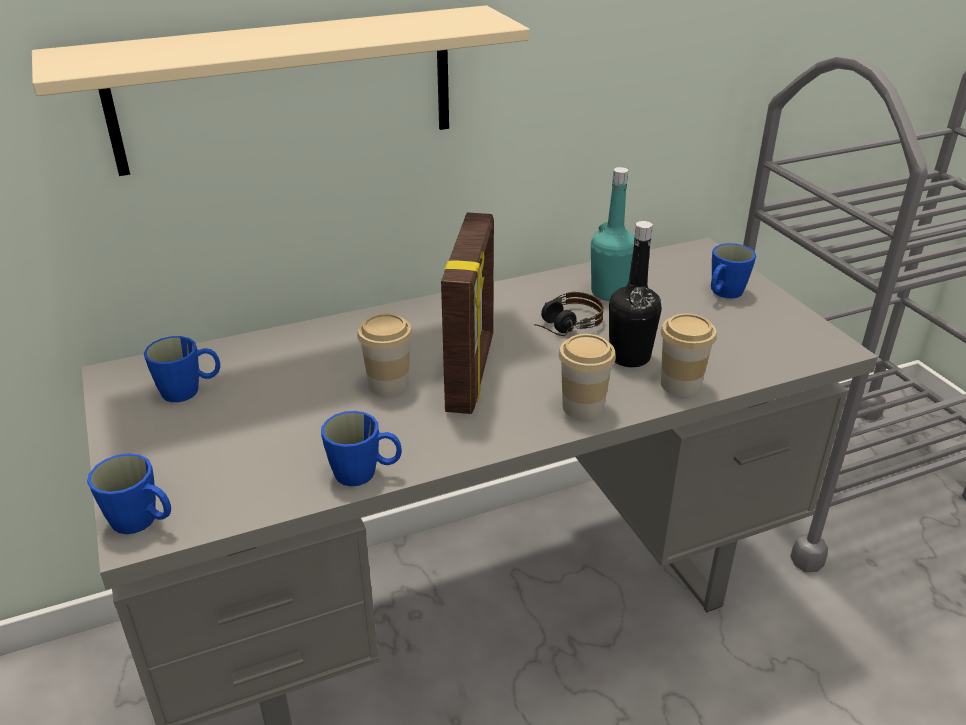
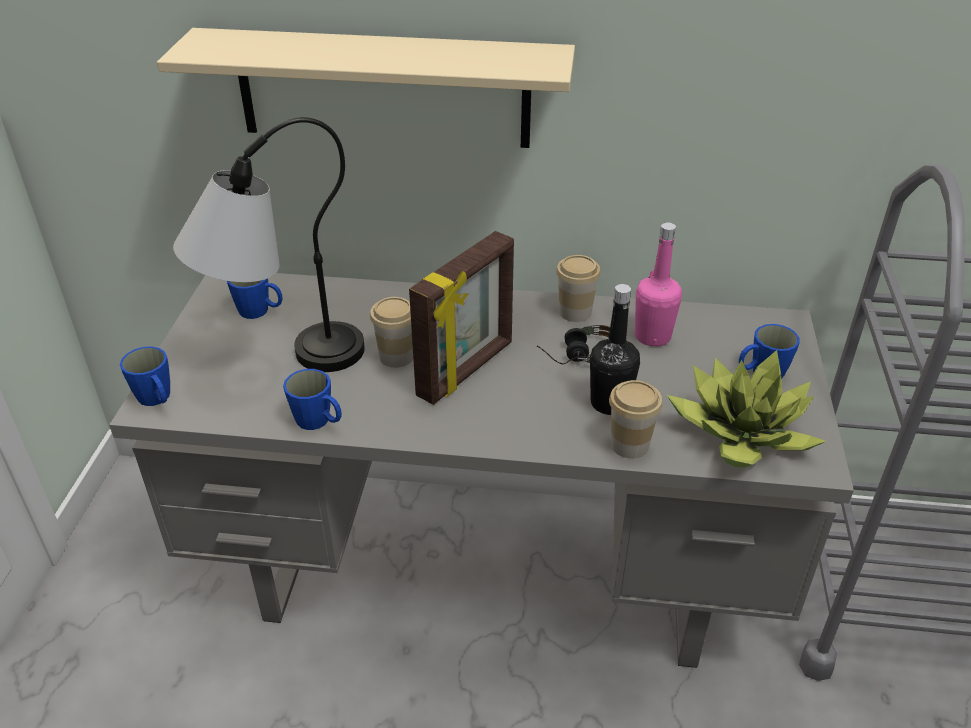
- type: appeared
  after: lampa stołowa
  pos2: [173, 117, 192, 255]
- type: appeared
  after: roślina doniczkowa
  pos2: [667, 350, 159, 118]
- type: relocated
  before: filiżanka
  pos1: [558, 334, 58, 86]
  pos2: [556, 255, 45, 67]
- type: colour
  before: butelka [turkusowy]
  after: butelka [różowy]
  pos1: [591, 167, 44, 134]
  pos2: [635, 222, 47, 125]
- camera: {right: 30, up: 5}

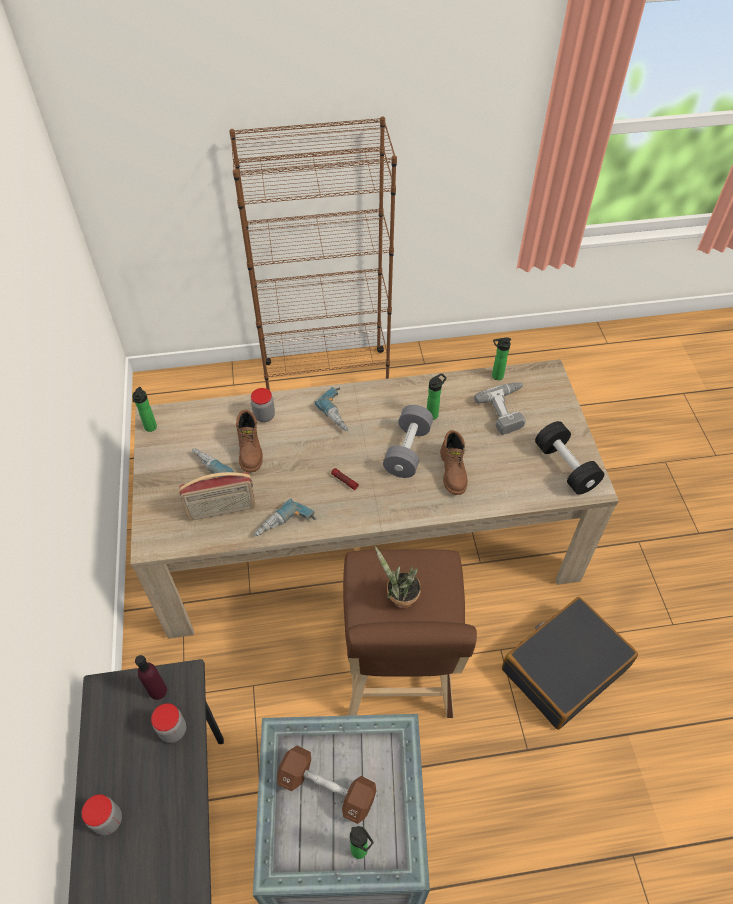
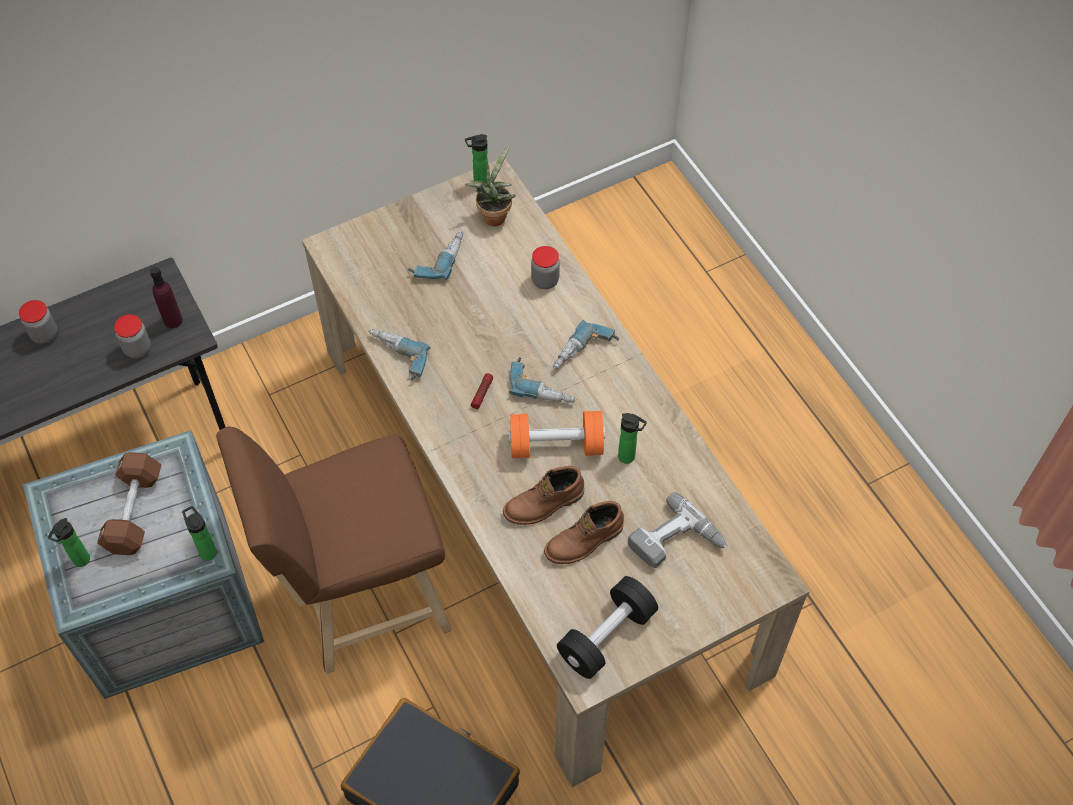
- type: missing
  before: radio
  pos1: [179, 472, 76, 49]
- type: missing
  before: regał [brązowy]
  pos1: [229, 116, 168, 274]
- type: appeared
  after: wiertarka
  pos2: [509, 357, 68, 46]
- type: relocated
  before: but z cholewką [brązowy]
  pos1: [236, 410, 27, 63]
  pos2: [544, 501, 80, 63]
- type: relocated
  before: roślina doniczkowa
  pos1: [375, 546, 46, 63]
  pos2: [465, 145, 51, 81]
- type: relocated
  before: butelka
  pos1: [492, 337, 19, 43]
  pos2: [182, 506, 35, 55]
- type: colour
  before: hantel [szary]
  after: hantel [pomarańczowy]
  pos1: [383, 405, 50, 73]
  pos2: [508, 411, 97, 47]
- camera: {right: 70, up: 5}

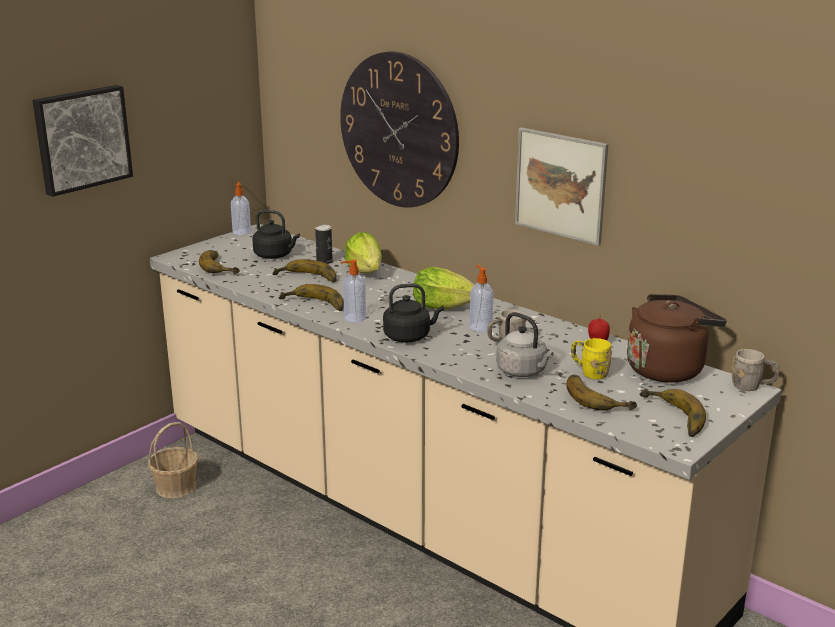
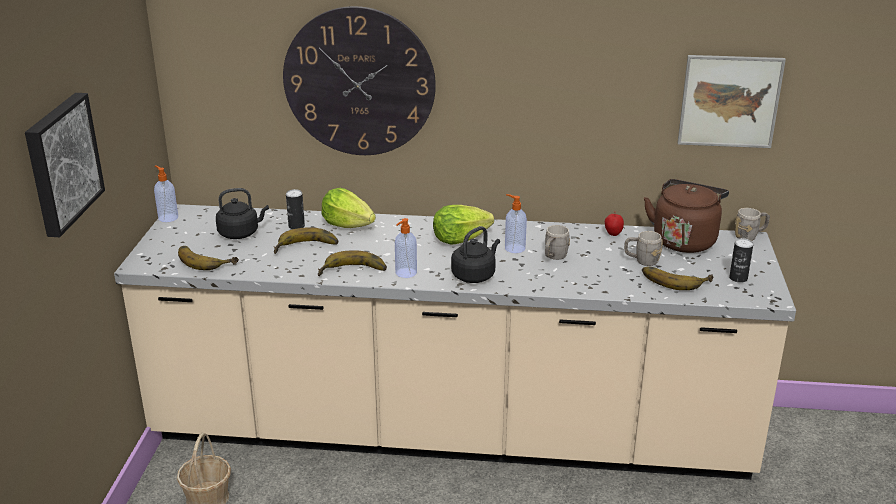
- type: missing
  before: czajnik [szary]
  pos1: [496, 312, 57, 65]
- type: relocated
  before: obraz
  pos1: [515, 127, 93, 119]
  pos2: [678, 55, 108, 93]
- type: exchanged
  before: banan
  after: puszka
  pos1: [639, 388, 67, 49]
  pos2: [729, 238, 24, 45]
- type: colour
  before: kubek [żółty]
  after: kubek [szary]
  pos1: [571, 338, 41, 41]
  pos2: [624, 231, 39, 35]
- camera: {right: -35, up: 5}

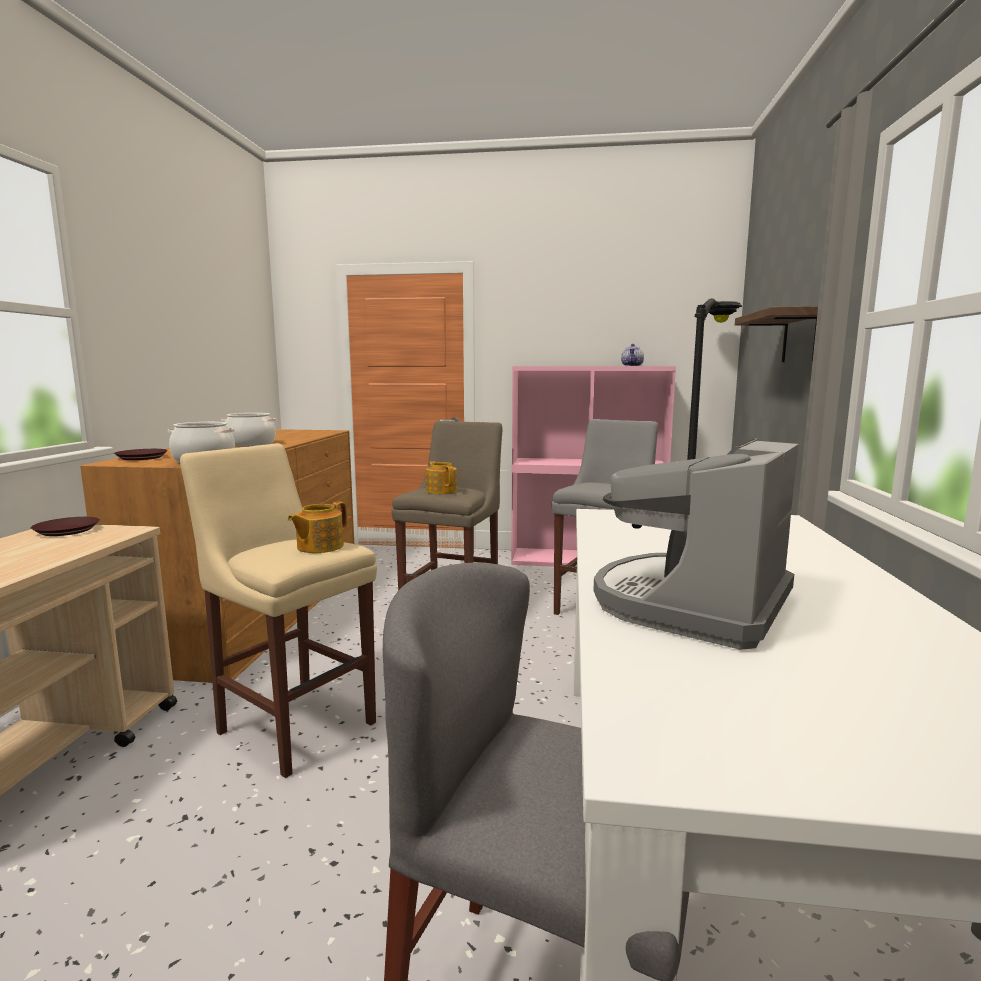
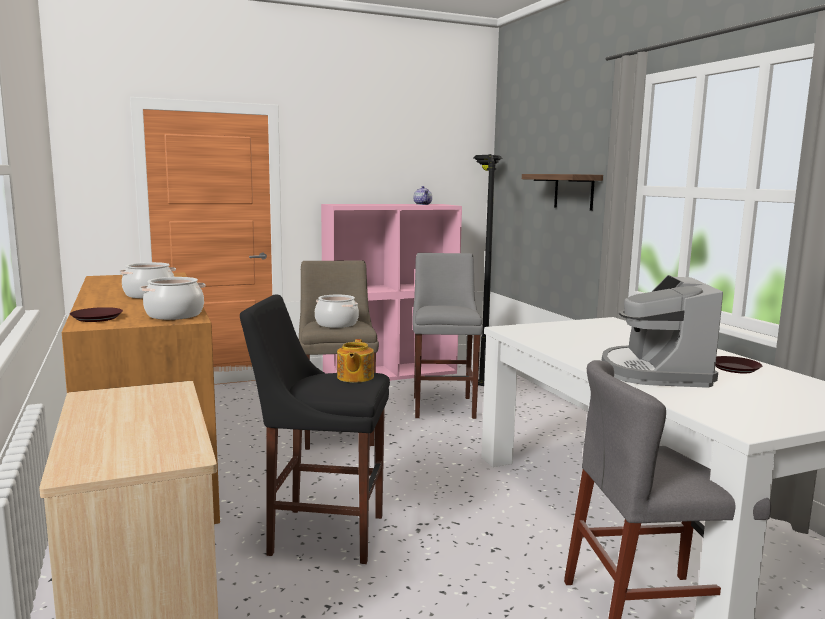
- type: relocated
  before: talerz [brązowy]
  pos1: [31, 517, 69, 19]
  pos2: [715, 356, 47, 17]
- type: exchanged
  before: imbryk
  after: garnek
  pos1: [426, 461, 31, 33]
  pos2: [315, 295, 44, 33]
- type: colour
  before: stołek [beżowy]
  after: stołek [czarny]
  pos1: [180, 443, 197, 335]
  pos2: [240, 294, 150, 270]
- camera: {right: -30, up: 0}

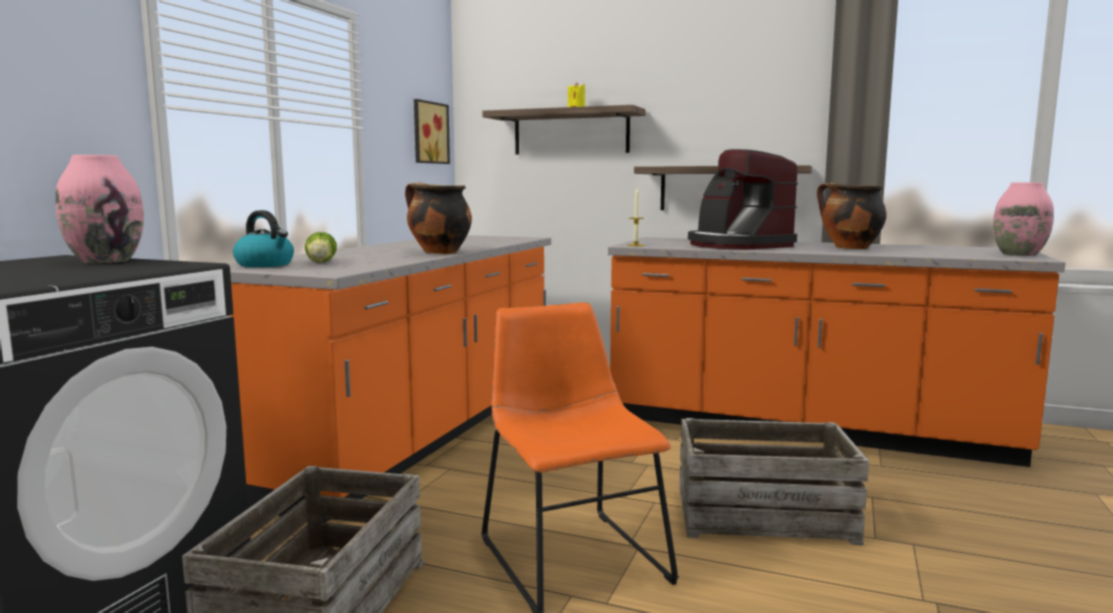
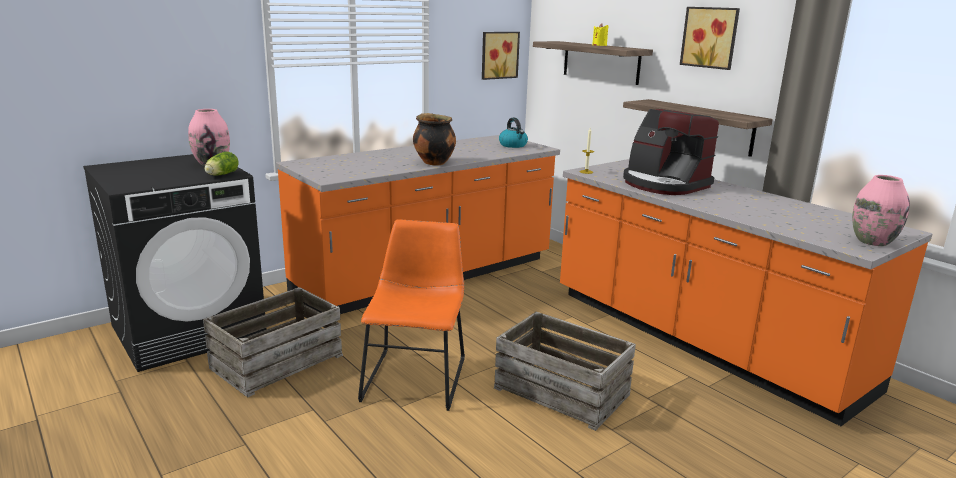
- type: missing
  before: garnek
  pos1: [817, 182, 70, 67]
- type: appeared
  after: obraz
  pos2: [680, 7, 60, 63]
- type: relocated
  before: czajnik
  pos1: [233, 210, 61, 57]
  pos2: [499, 118, 29, 30]
- type: relocated
  before: sałata
  pos1: [305, 232, 32, 30]
  pos2: [204, 152, 35, 24]
- type: spun
  before: ekspres do kawy
  pos1: [688, 149, 110, 100]
  pos2: [623, 109, 96, 86]
  turn: -45
- camera: {right: 30, up: 10}

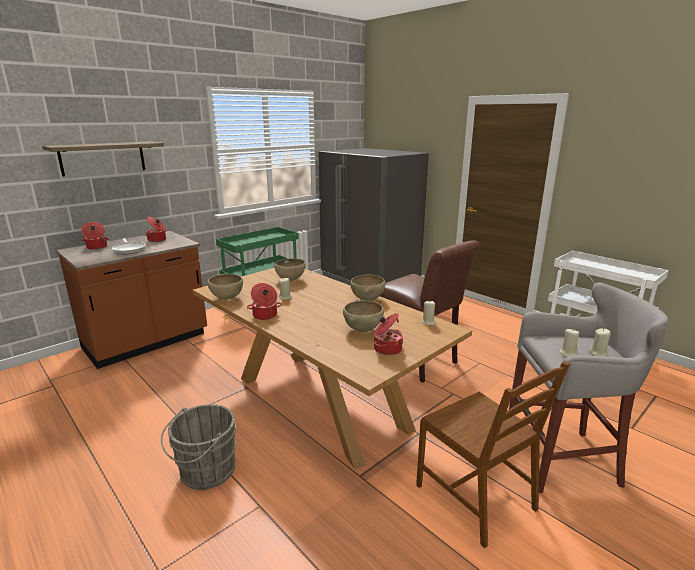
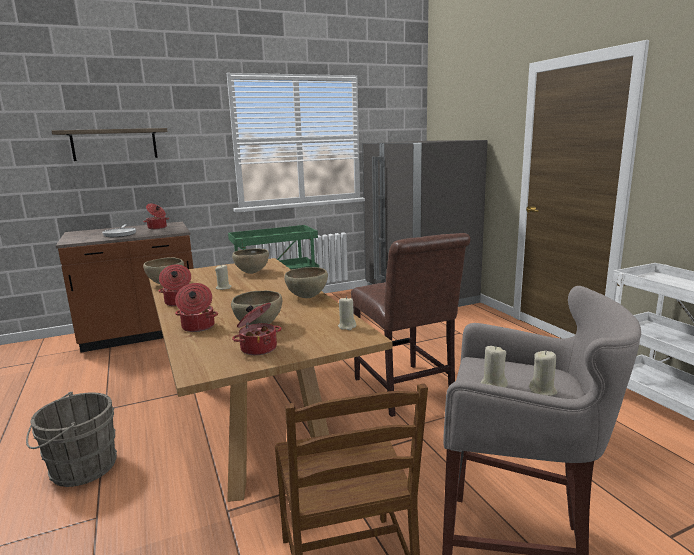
- type: relocated
  before: garnek
  pos1: [81, 222, 29, 27]
  pos2: [175, 283, 43, 49]
- camera: {right: 20, up: -5}

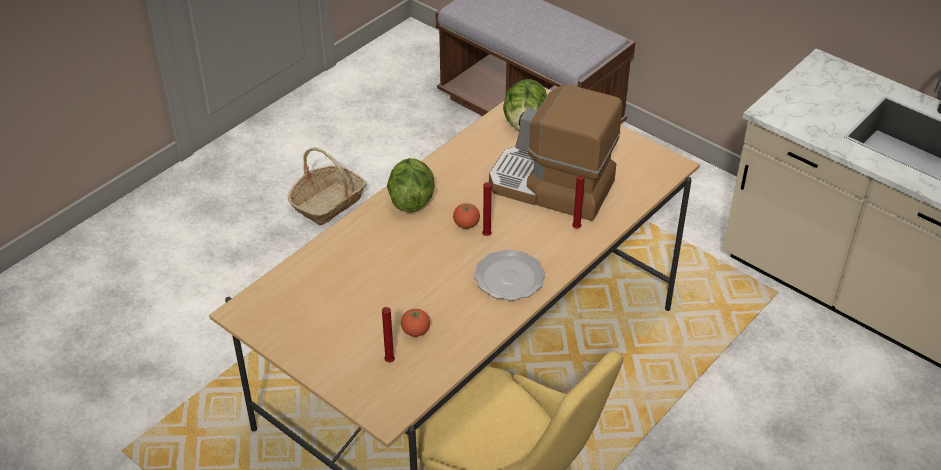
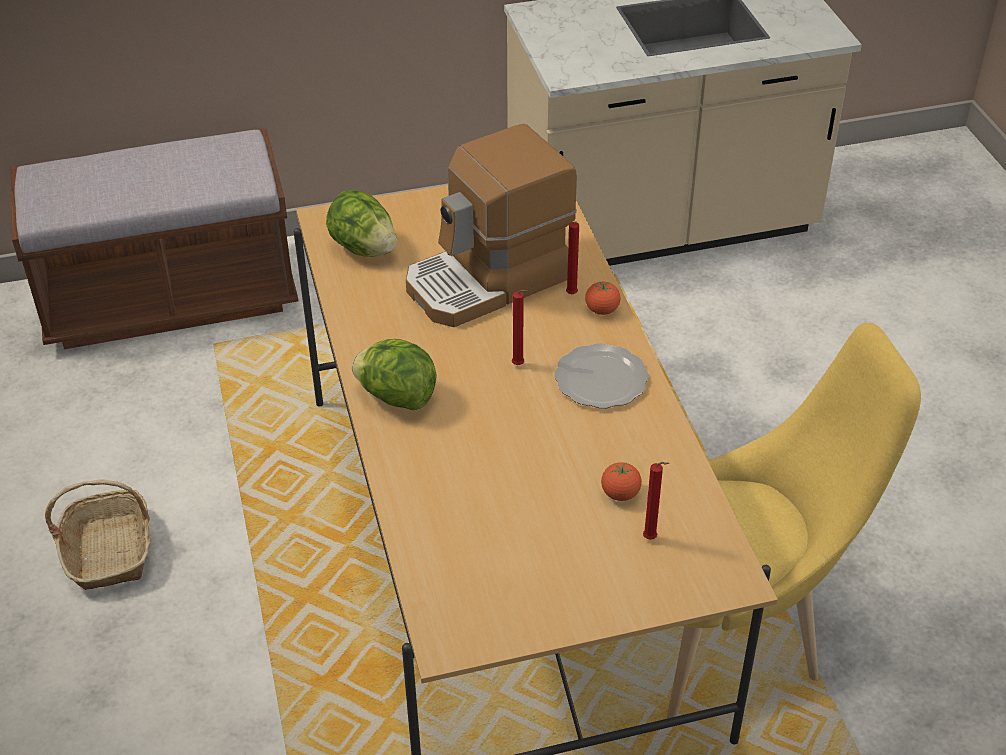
- type: relocated
  before: pomidor
  pos1: [453, 203, 27, 26]
  pos2: [585, 281, 36, 34]
- camera: {right: -55, up: 0}

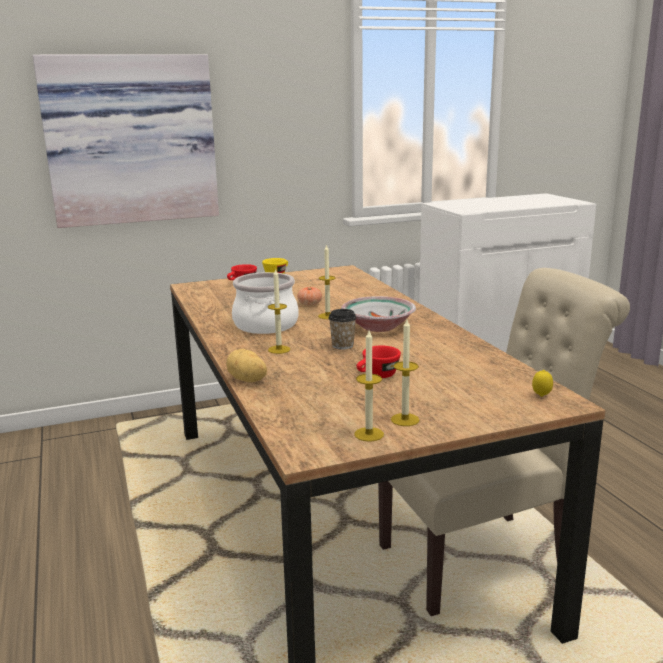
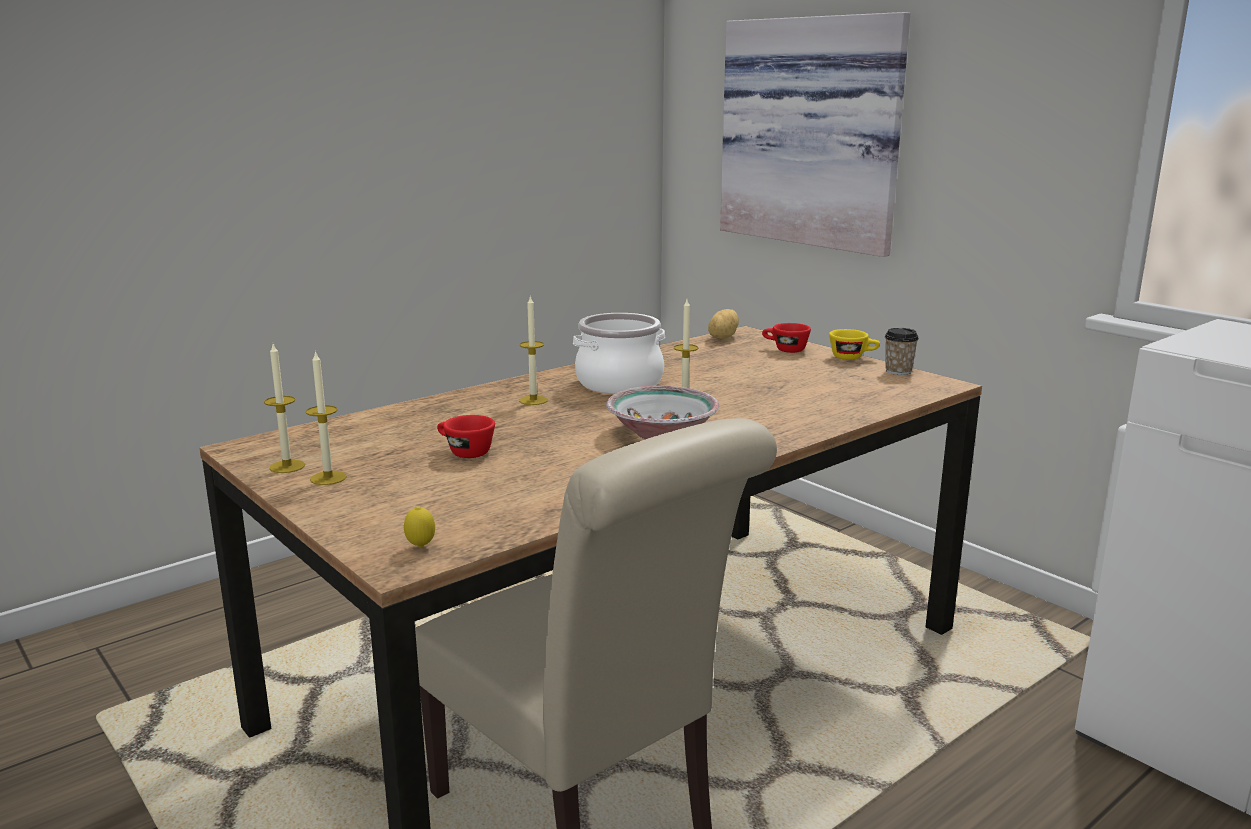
- type: missing
  before: pomidor
  pos1: [297, 287, 25, 19]
- type: relocated
  before: ziemniak
  pos1: [226, 349, 41, 33]
  pos2: [708, 309, 31, 30]
- type: relocated
  before: filiżanka
  pos1: [328, 309, 28, 41]
  pos2: [885, 328, 34, 47]
- camera: {right: 70, up: 0}

